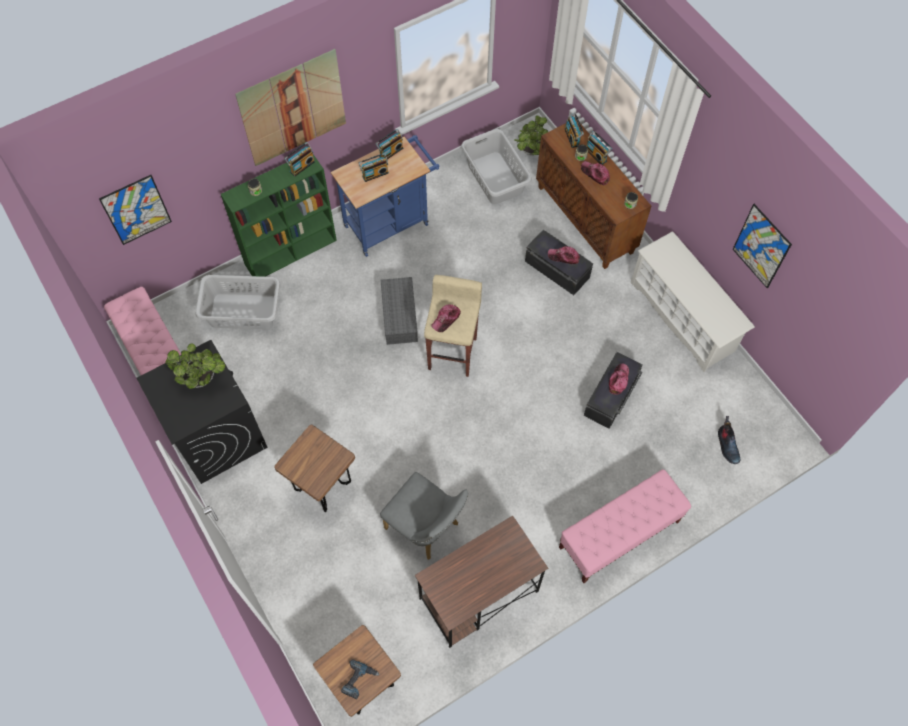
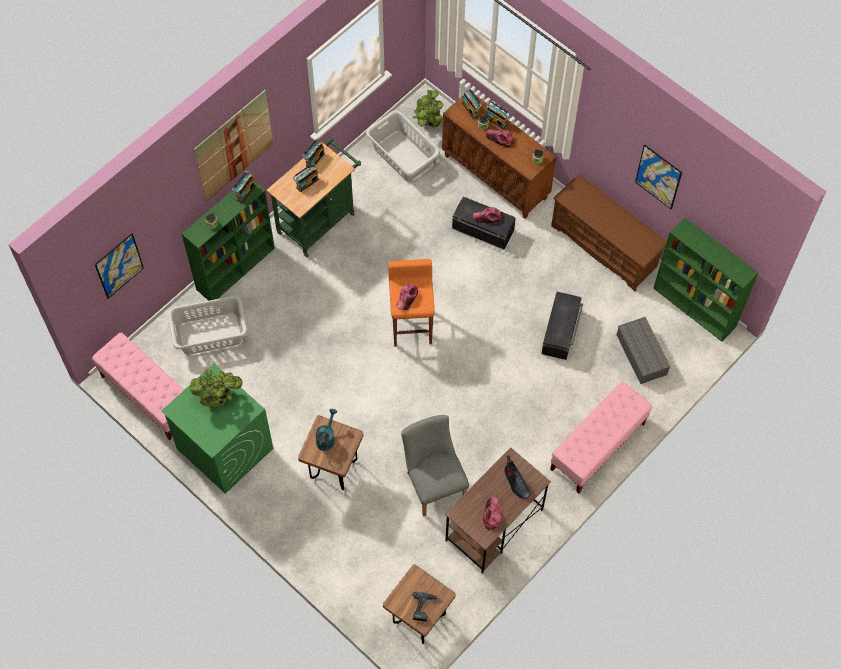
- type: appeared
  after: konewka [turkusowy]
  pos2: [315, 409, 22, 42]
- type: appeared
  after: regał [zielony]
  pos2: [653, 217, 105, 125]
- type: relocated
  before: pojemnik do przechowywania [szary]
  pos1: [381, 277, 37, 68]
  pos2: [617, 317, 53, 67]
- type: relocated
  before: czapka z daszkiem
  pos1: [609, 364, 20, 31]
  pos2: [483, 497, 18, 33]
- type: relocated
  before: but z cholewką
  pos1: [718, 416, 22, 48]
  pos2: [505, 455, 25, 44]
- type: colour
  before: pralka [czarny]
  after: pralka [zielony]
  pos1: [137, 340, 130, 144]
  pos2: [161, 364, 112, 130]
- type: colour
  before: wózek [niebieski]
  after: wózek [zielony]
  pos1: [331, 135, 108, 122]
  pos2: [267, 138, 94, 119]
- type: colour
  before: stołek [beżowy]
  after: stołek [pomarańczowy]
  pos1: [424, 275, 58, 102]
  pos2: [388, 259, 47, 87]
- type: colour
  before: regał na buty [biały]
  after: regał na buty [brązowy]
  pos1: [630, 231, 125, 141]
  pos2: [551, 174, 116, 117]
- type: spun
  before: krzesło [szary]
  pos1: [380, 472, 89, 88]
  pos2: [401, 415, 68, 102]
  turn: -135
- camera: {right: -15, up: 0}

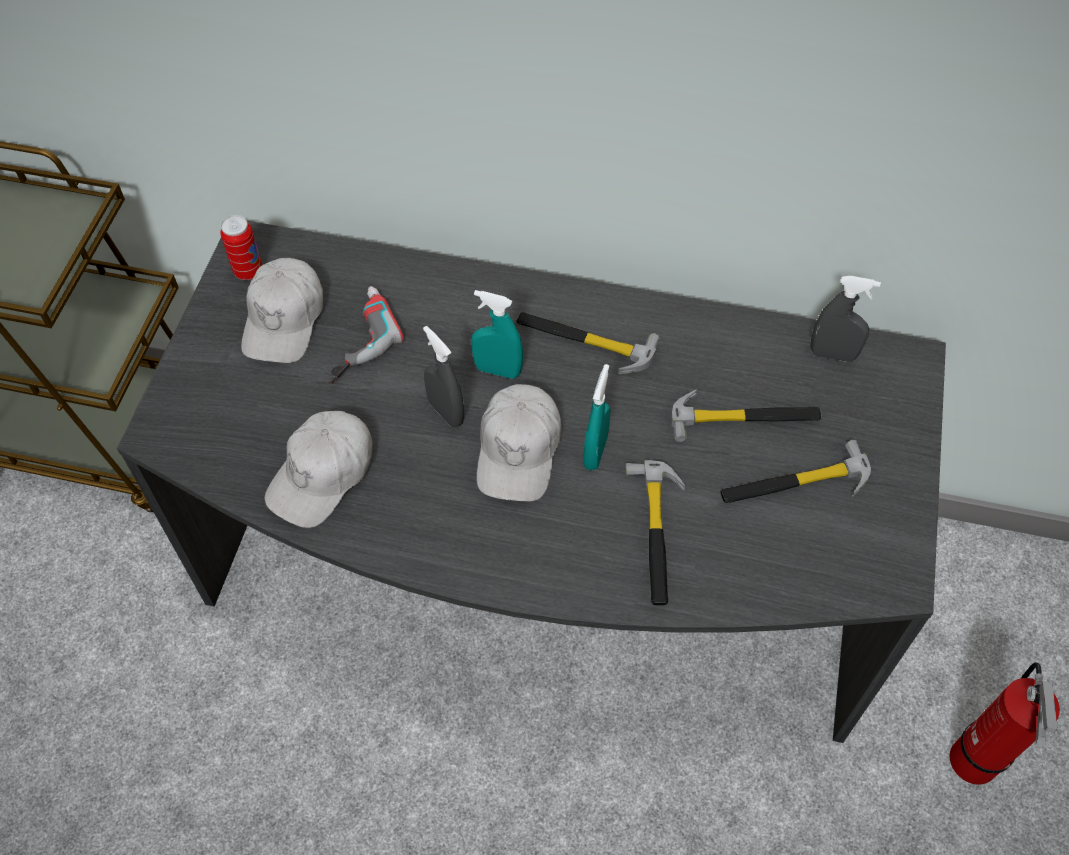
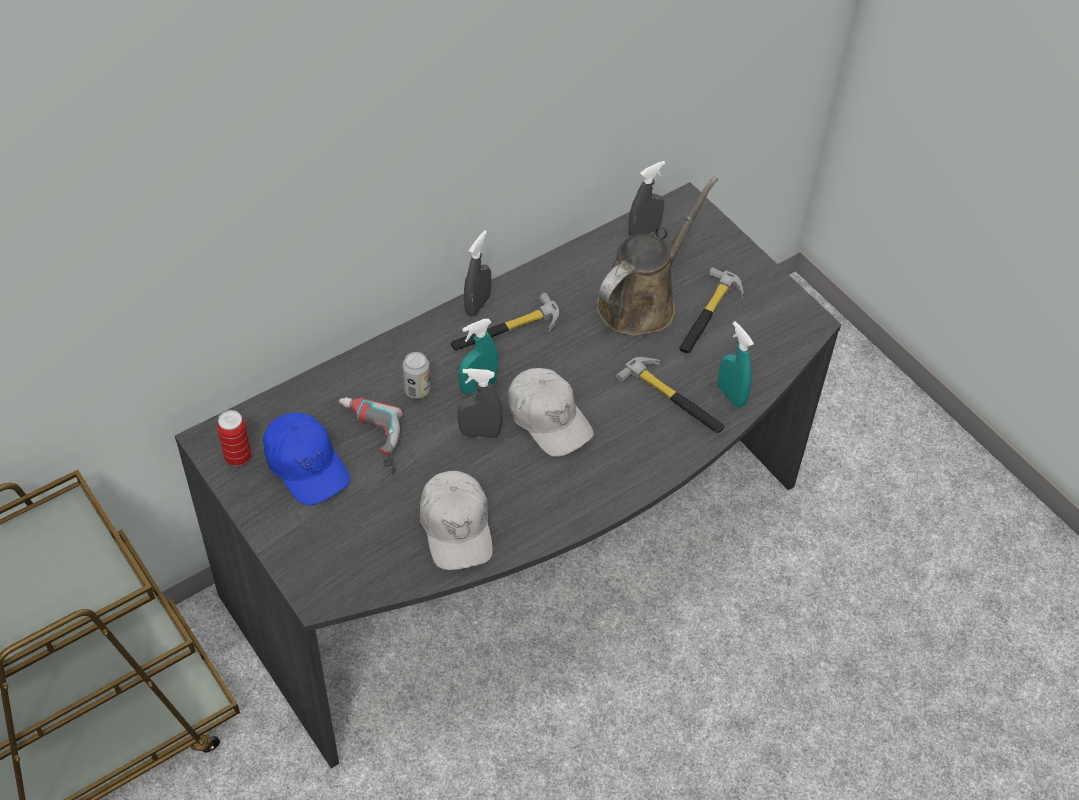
- type: missing
  before: gaśnica
  pos1: [950, 662, 110, 123]
- type: appeared
  after: puszka
  pos2: [403, 352, 27, 47]
- type: appeared
  after: spryskiwacz [szary]
  pos2: [464, 230, 27, 86]
- type: relocated
  before: spryskiwacz [turkusowy]
  pos1: [583, 364, 28, 106]
  pos2: [718, 321, 36, 87]
- type: exchanged
  before: młotek
  after: konewka [brązowy]
  pos1: [671, 389, 150, 53]
  pos2: [597, 177, 121, 159]
- type: colour
  before: czapka z daszkiem [biały]
  after: czapka z daszkiem [niebieski]
  pos1: [241, 258, 82, 105]
  pos2: [263, 413, 87, 92]
- camera: {right: -50, up: -5}

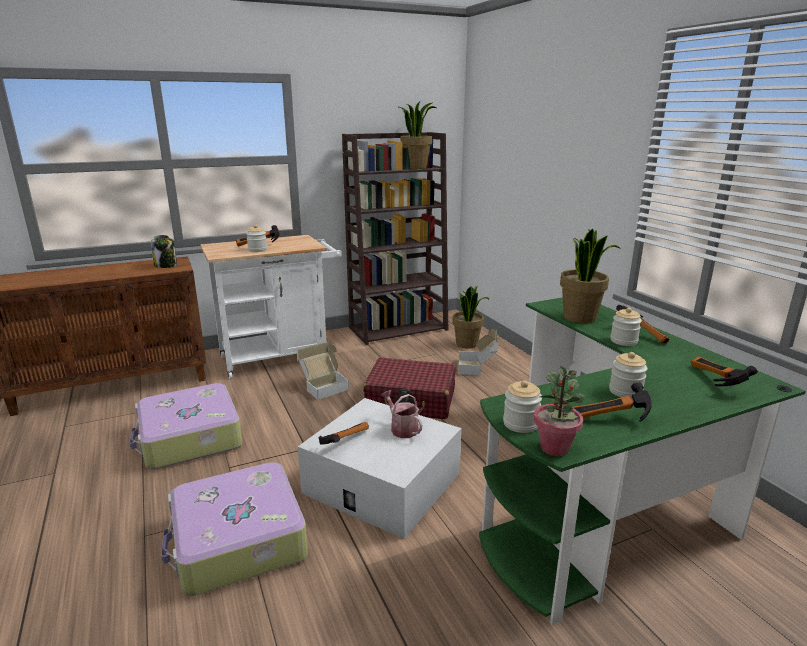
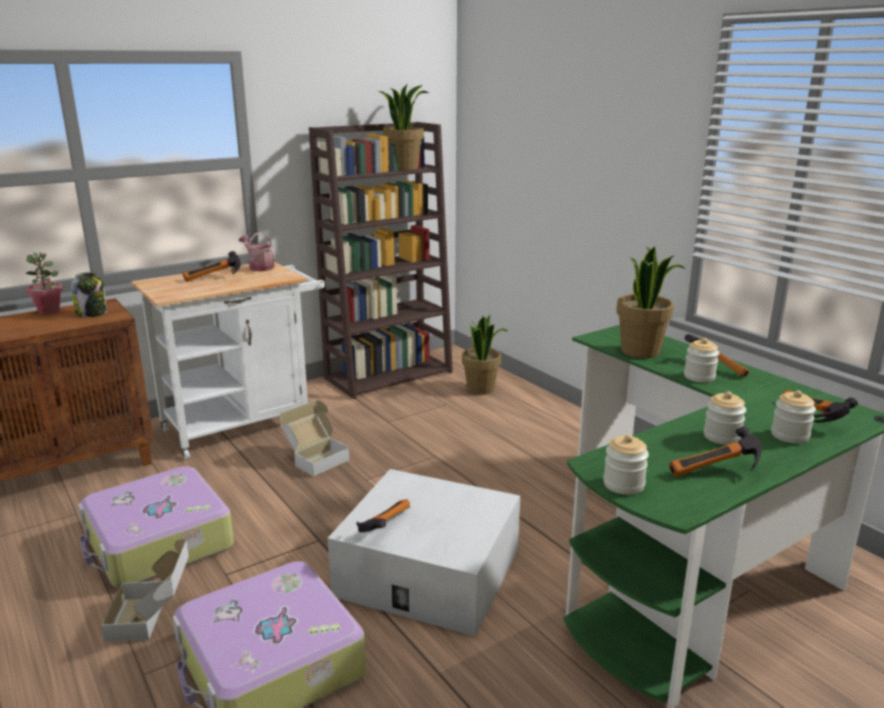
- type: missing
  before: walizka [czerwony]
  pos1: [363, 357, 92, 62]
- type: relocated
  before: słoik
  pos1: [246, 224, 21, 28]
  pos2: [771, 390, 45, 54]
- type: relocated
  before: konewka
  pos1: [381, 390, 41, 48]
  pos2: [239, 232, 36, 39]
- type: relocated
  before: karton
  pos1: [459, 329, 39, 46]
  pos2: [101, 539, 88, 103]
- type: relocated
  before: roślina doniczkowa
  pos1: [534, 366, 51, 90]
  pos2: [26, 252, 37, 62]
- camera: {right: -10, up: 0}

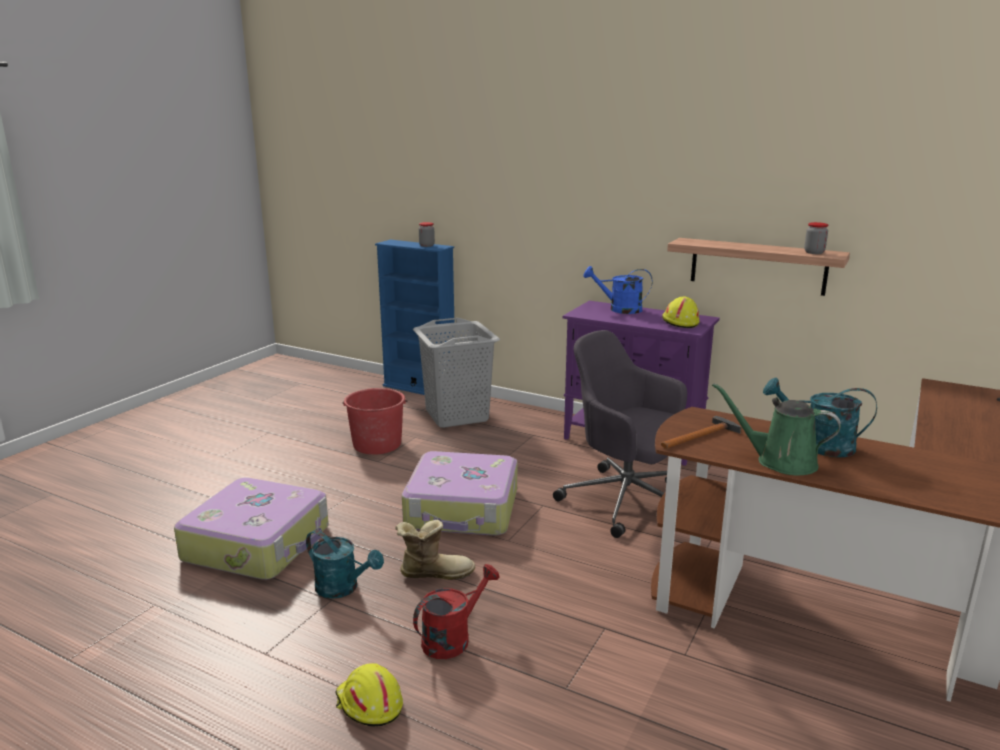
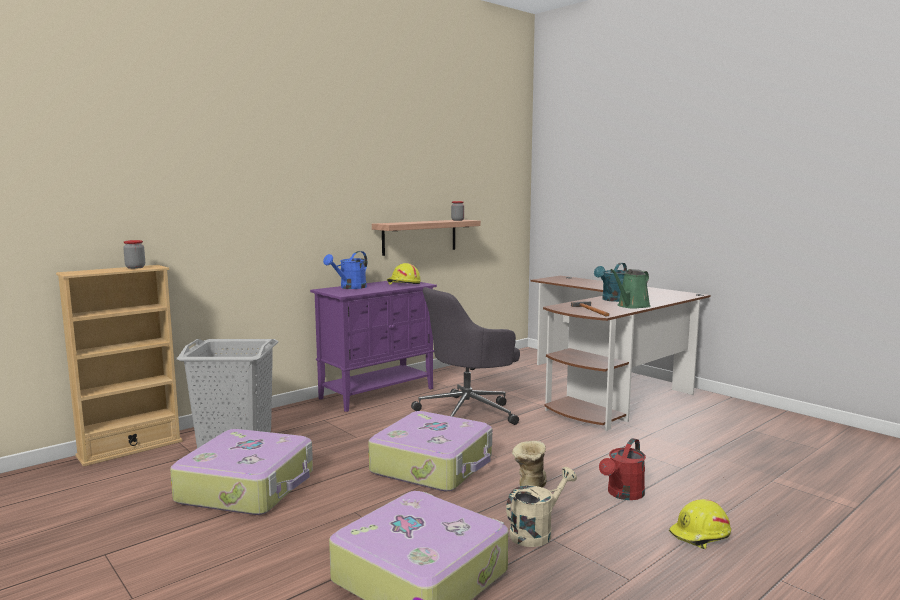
- type: exchanged
  before: wiadro [czerwony]
  after: walizka
  pos1: [342, 388, 66, 67]
  pos2: [170, 429, 143, 86]
- type: colour
  before: konewka [turkusowy]
  after: konewka [beżowy]
  pos1: [306, 530, 78, 69]
  pos2: [506, 467, 71, 80]
- type: colour
  before: regał [niebieski]
  after: regał [beżowy]
  pos1: [375, 240, 80, 155]
  pos2: [56, 265, 126, 202]
- type: spun
  before: konewka [czerwony]
  pos1: [413, 564, 87, 95]
  pos2: [599, 438, 47, 62]
  turn: -120
- camera: {right: -70, up: -10}

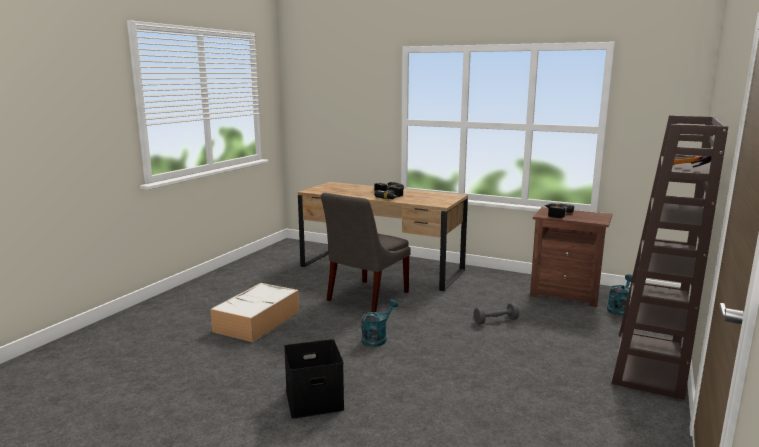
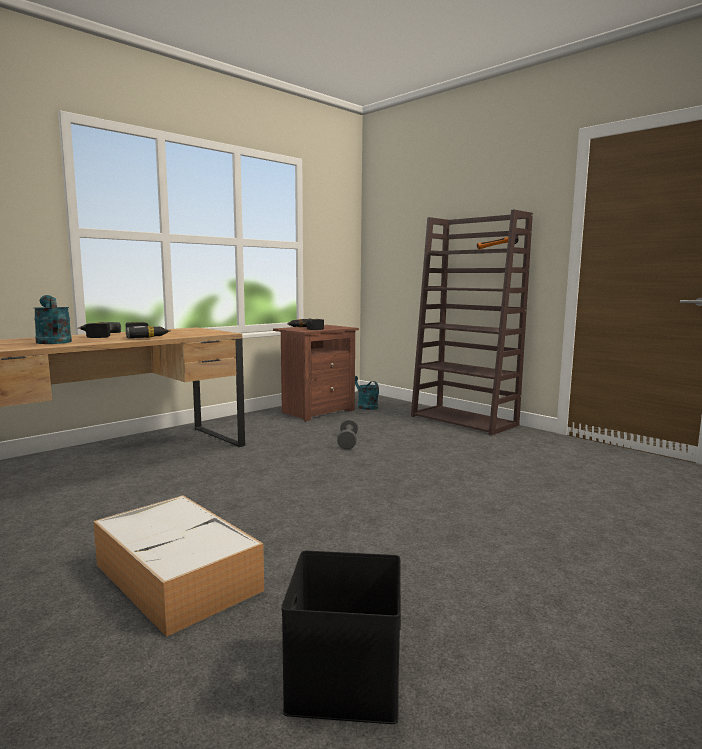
- type: missing
  before: krzesło [szary]
  pos1: [321, 193, 90, 119]
- type: relocated
  before: pojemnik do przechowywania [czarny]
  pos1: [284, 339, 60, 80]
  pos2: [281, 551, 120, 173]
- type: relocated
  before: konewka [turkusowy]
  pos1: [361, 299, 37, 48]
  pos2: [34, 295, 38, 49]
- camera: {right: -70, up: -5}

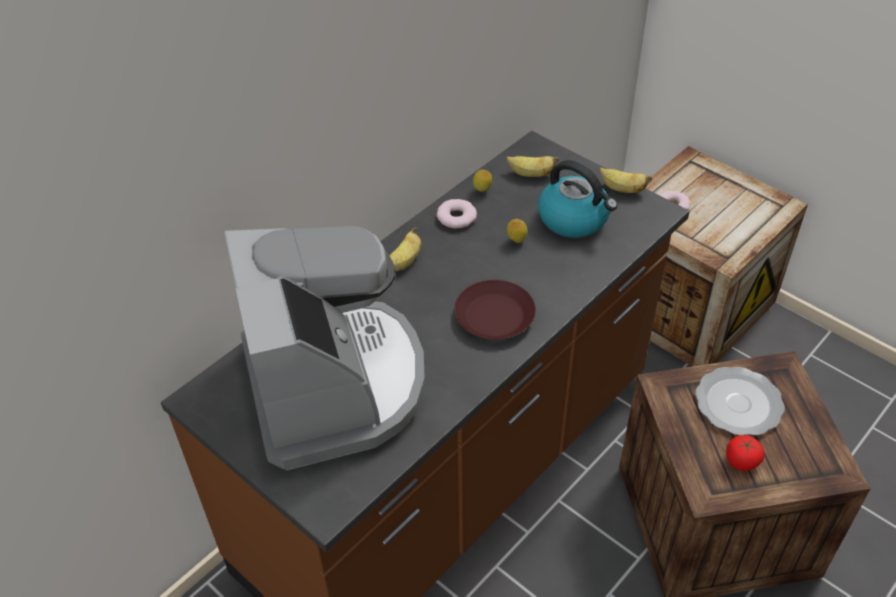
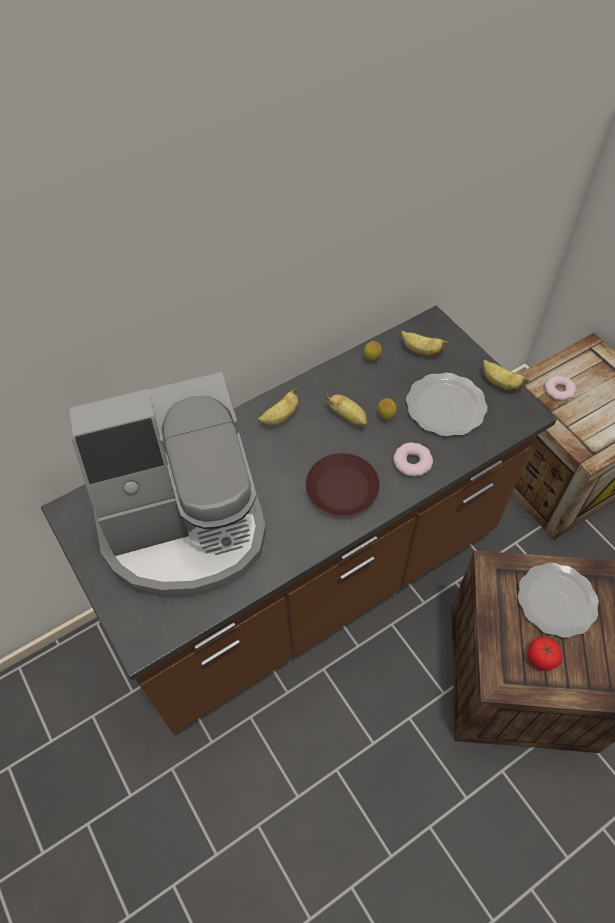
- type: appeared
  after: banan
  pos2: [326, 393, 41, 33]
- type: relocated
  before: donut
  pos1: [437, 199, 40, 30]
  pos2: [393, 442, 40, 35]
- type: exchanged
  before: czajnik
  after: talerz
  pos1: [538, 160, 80, 78]
  pos2: [406, 373, 82, 64]
- type: spun
  before: ekspres do kawy
  pos1: [224, 226, 201, 244]
  pos2: [69, 372, 197, 223]
  turn: 75
- camera: {right: 15, up: 10}

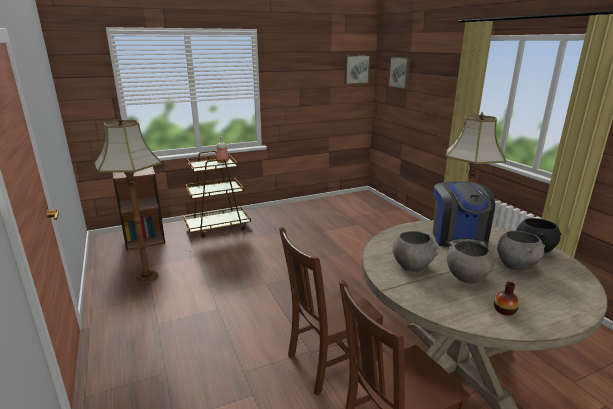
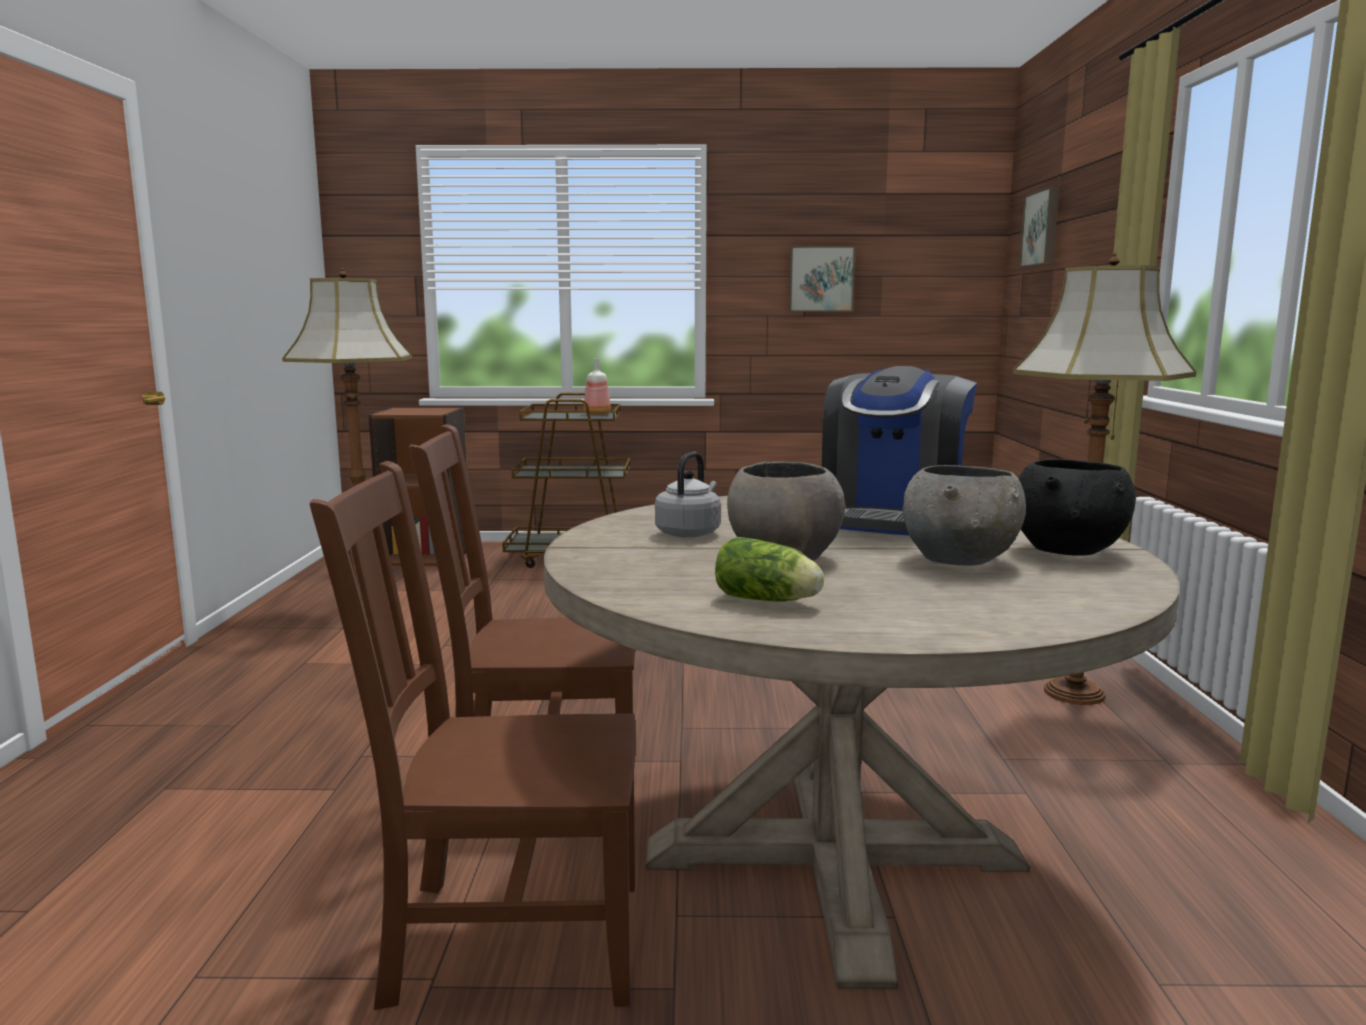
- type: relocated
  before: obraz
  pos1: [344, 55, 26, 29]
  pos2: [789, 246, 67, 66]
- type: exchanged
  before: miska [szary]
  after: czajnik [szary]
  pos1: [393, 231, 45, 41]
  pos2: [655, 452, 66, 86]
- type: exchanged
  before: wazon
  after: sałata
  pos1: [494, 282, 25, 34]
  pos2: [715, 537, 109, 64]
- camera: {right: 25, up: -10}

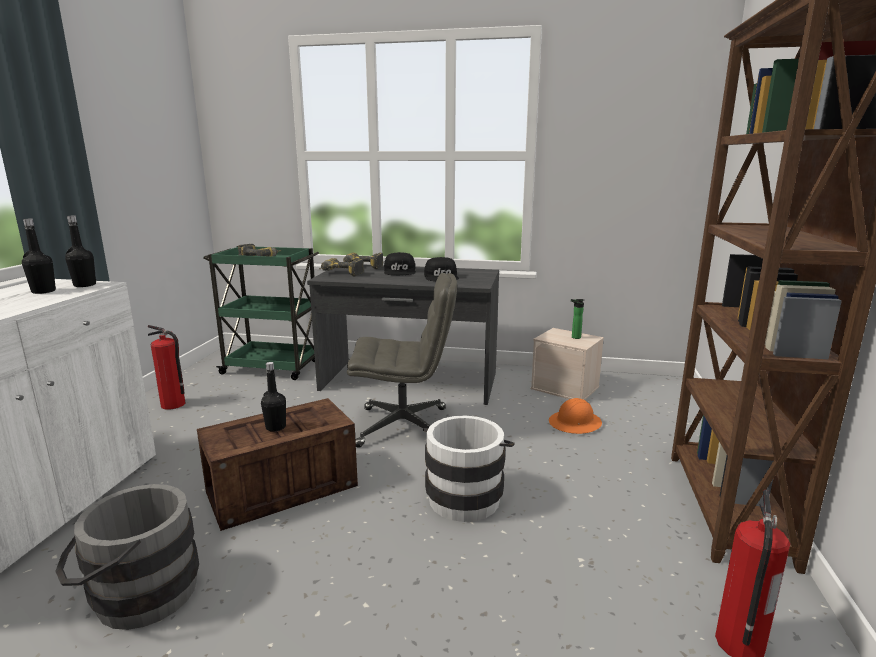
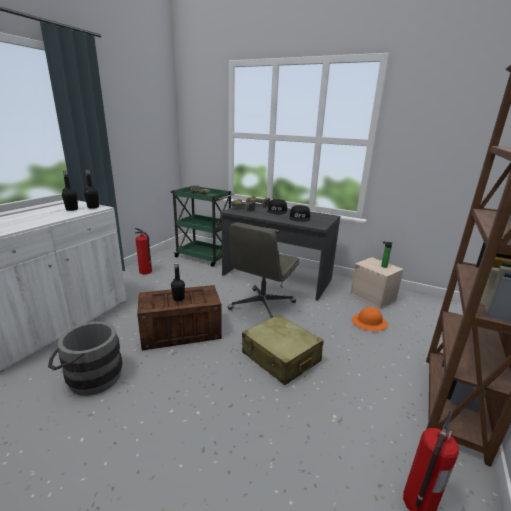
- type: exchanged
  before: wiadro [biały]
  after: walizka [beżowy]
  pos1: [423, 415, 92, 107]
  pos2: [242, 314, 82, 71]
- type: spun
  before: krzesło biurowe [szary]
  pos1: [347, 273, 110, 175]
  pos2: [228, 222, 71, 96]
  turn: 105
- camera: {right: 15, up: 5}

